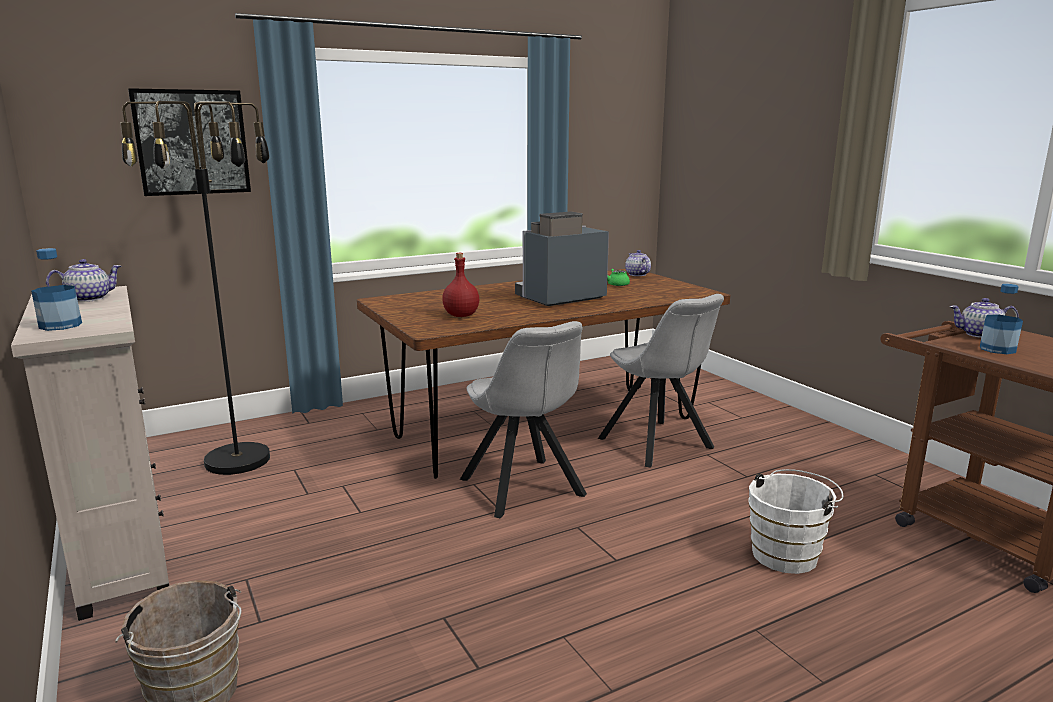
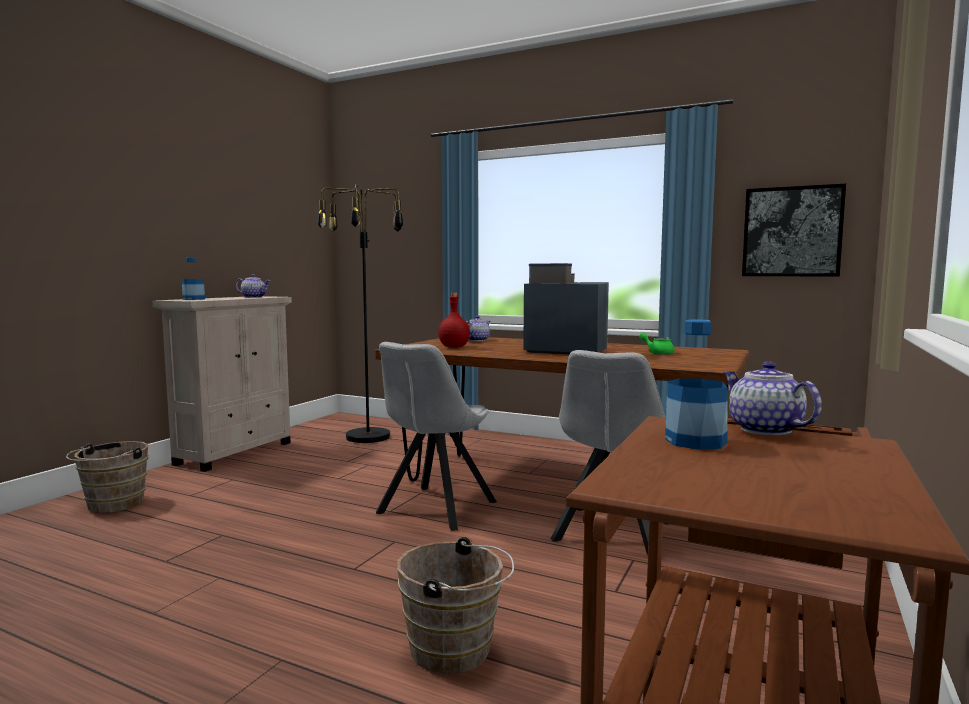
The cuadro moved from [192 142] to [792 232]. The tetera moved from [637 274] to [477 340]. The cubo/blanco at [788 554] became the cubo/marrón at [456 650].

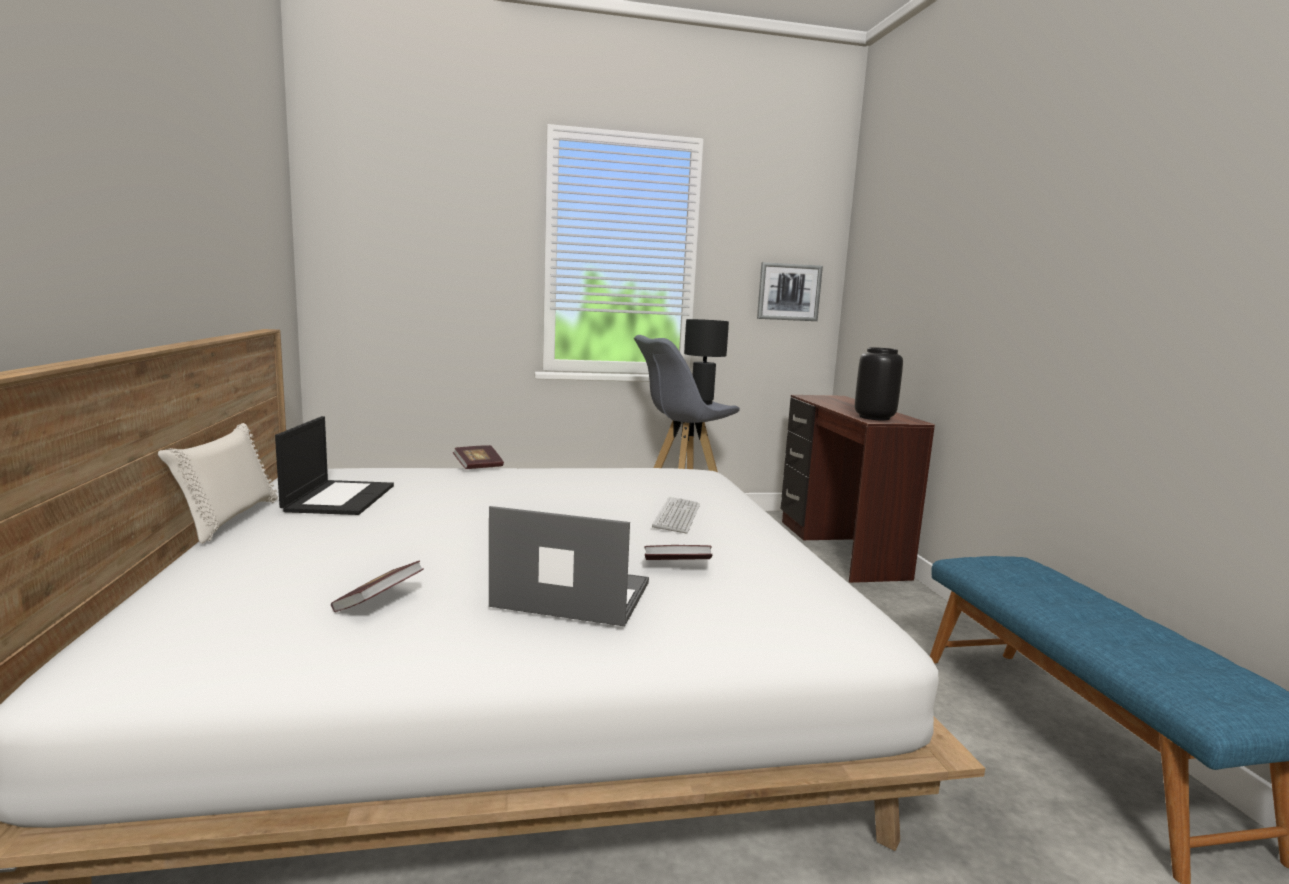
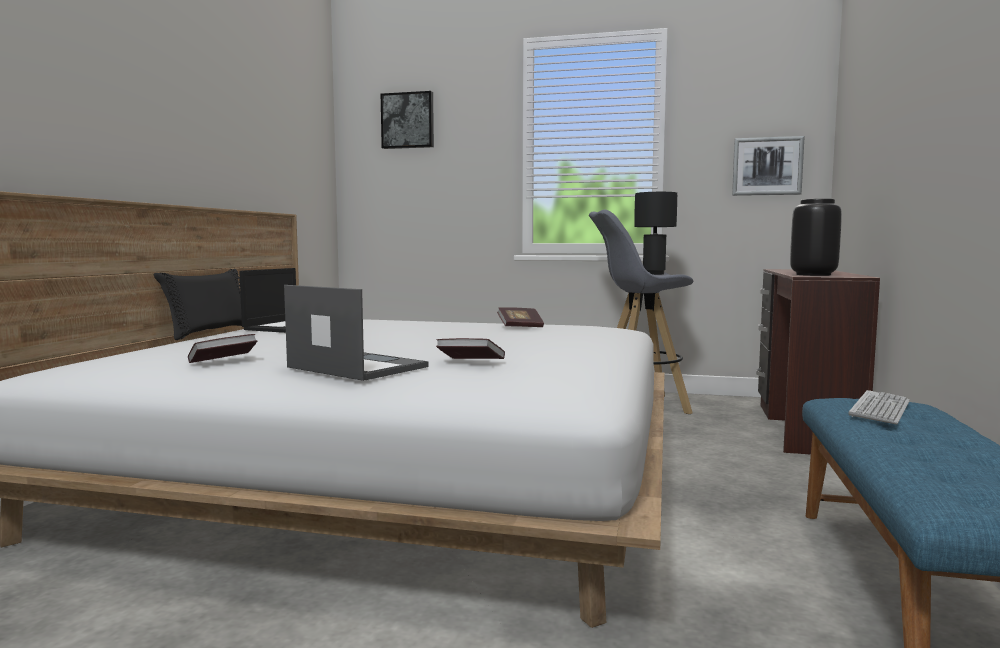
The cuadro at [408 120] appeared. The libro moved from [478 467] to [520 327]. The teclado moved from [677 516] to [880 409]. The cojín/blanco at [228 519] became the cojín/negro at [209 333].

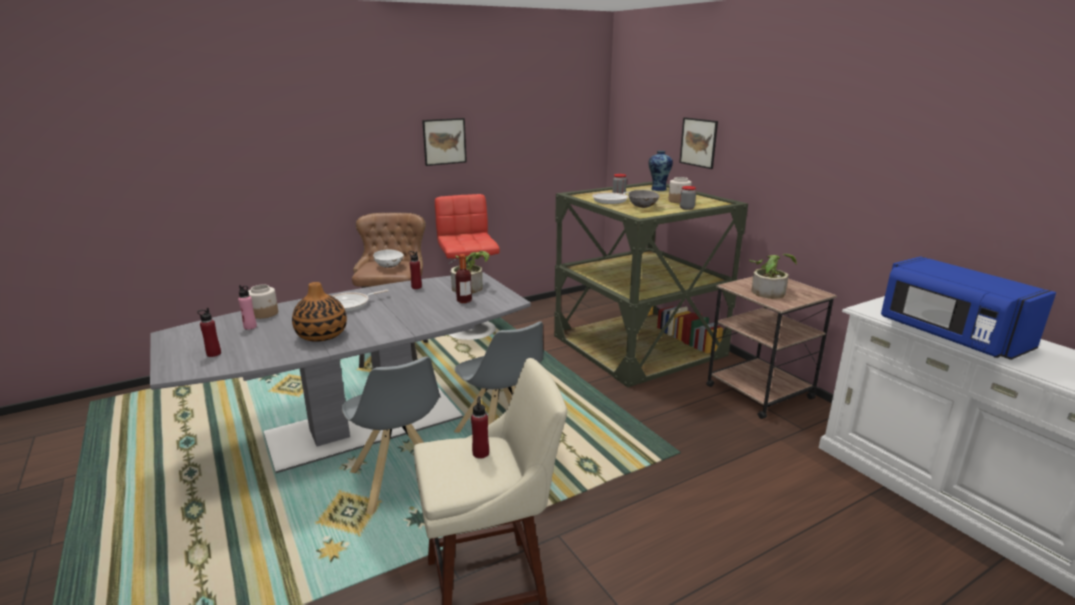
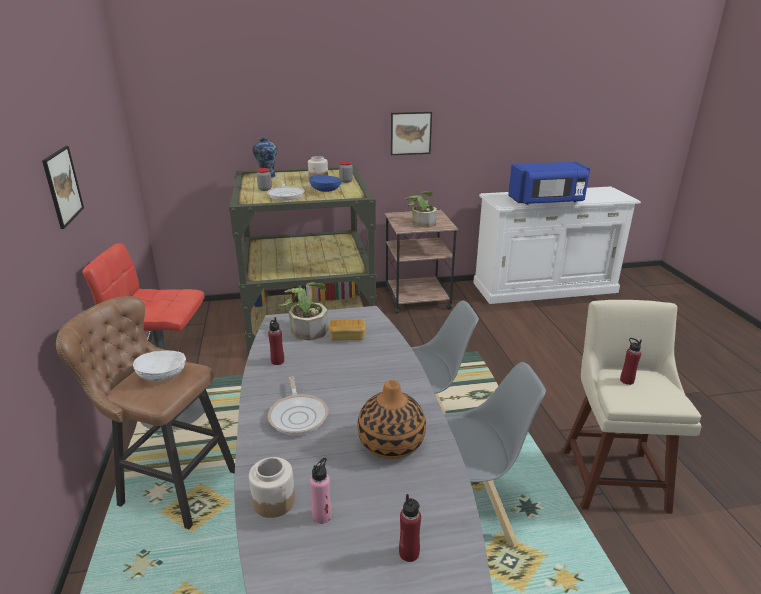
The cuadro moved from [698 142] to [411 133]. The botella at [464 301] was replaced by the pan at [347 337]. The cuenco/gris at [643 207] became the cuenco/azul at [326 191].

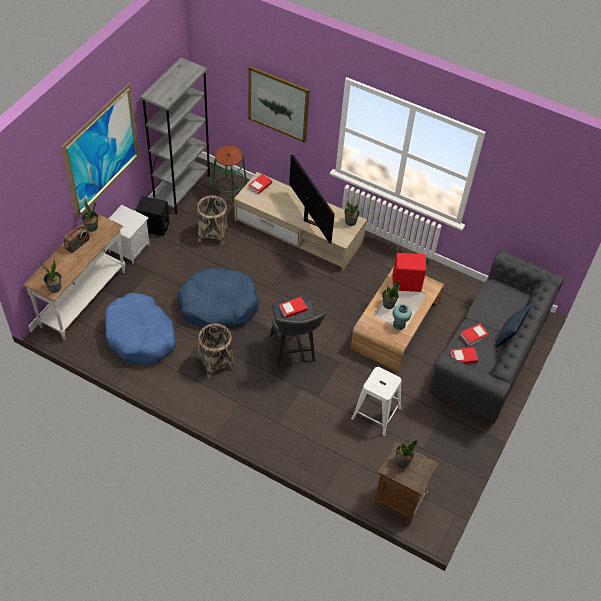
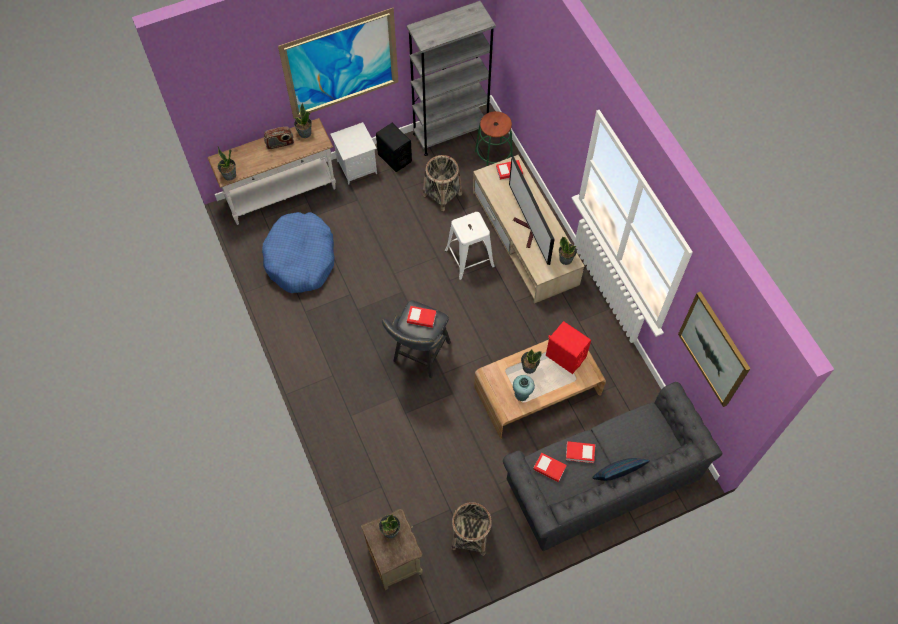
The cama para perro/azul at [218 305] disappeared. The cesta moved from [215 362] to [470 535]. The cuadro moved from [278 103] to [714 349]. The taburete/blanco moved from [376 413] to [469 258]. The televisor at [309 218] turned 150 degrees clockwise.

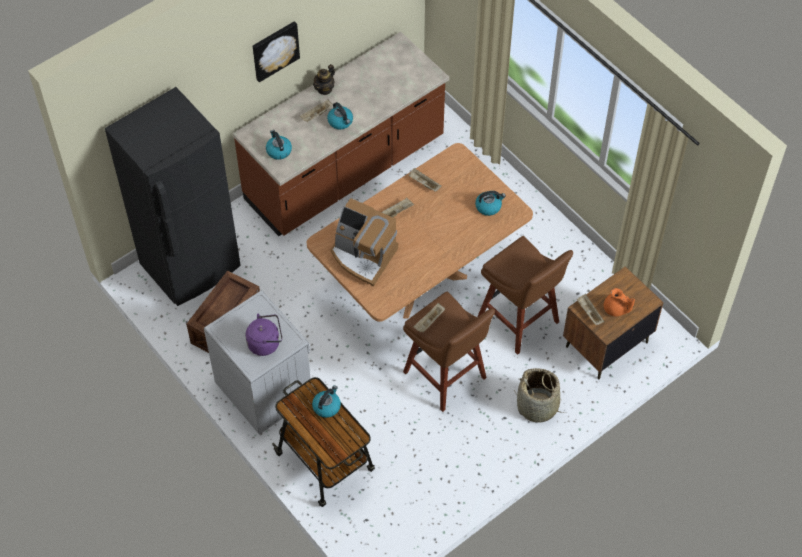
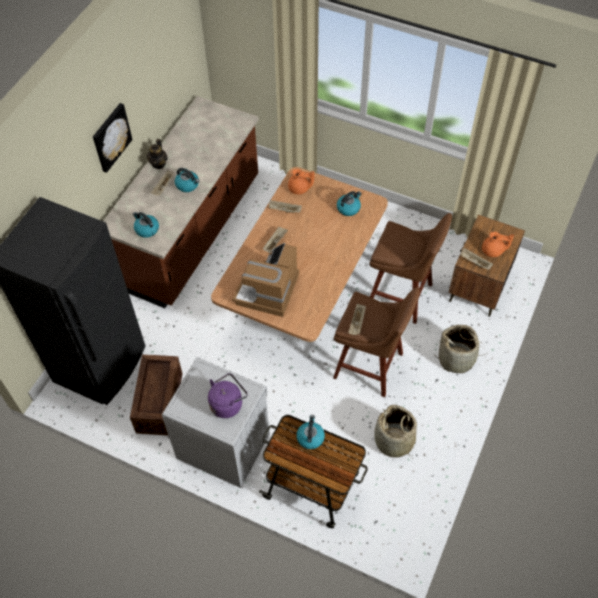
The tetera/naranja at [299 189] appeared. The cesta at [394 441] appeared. The cafetera at [363 256] turned 105 degrees clockwise.

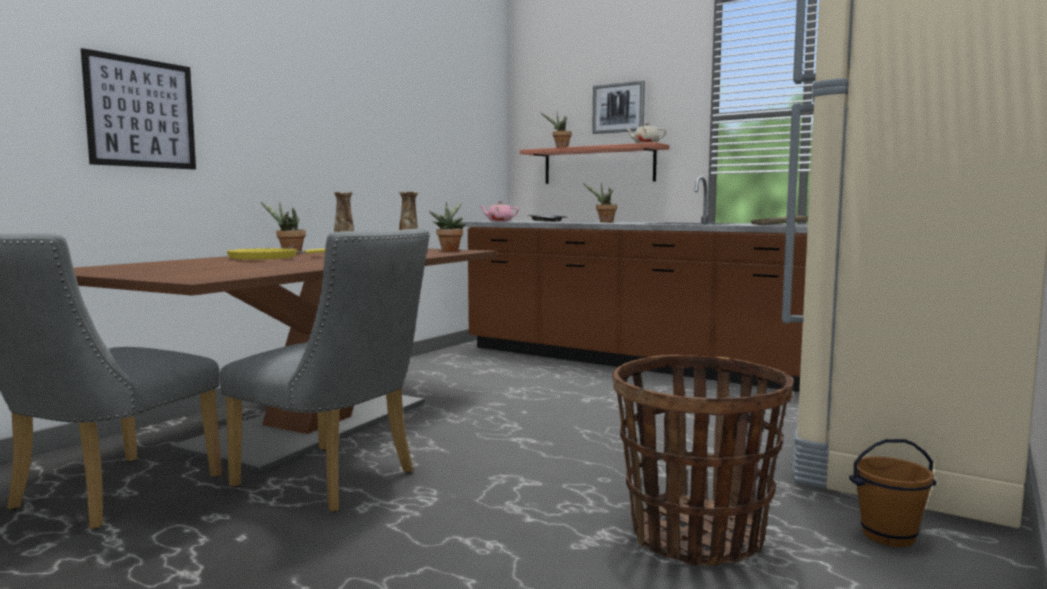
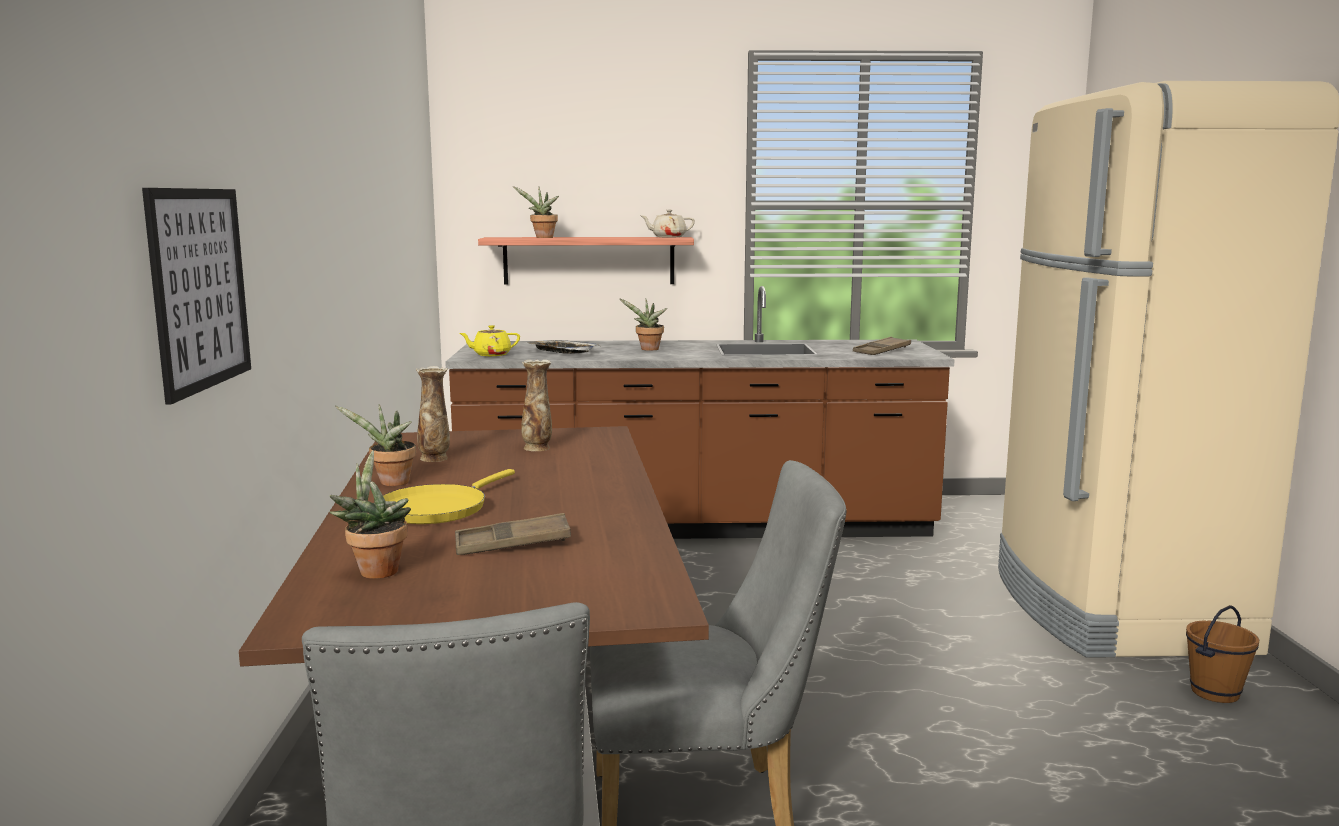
The cuadro at [618 108] disappeared. The cesta at [696 536] disappeared. The bandeja/marrón at [512 543] appeared. The planta en maceta moved from [449 250] to [376 570]. The tetera/rosa at [499 221] became the tetera/amarillo at [491 355].

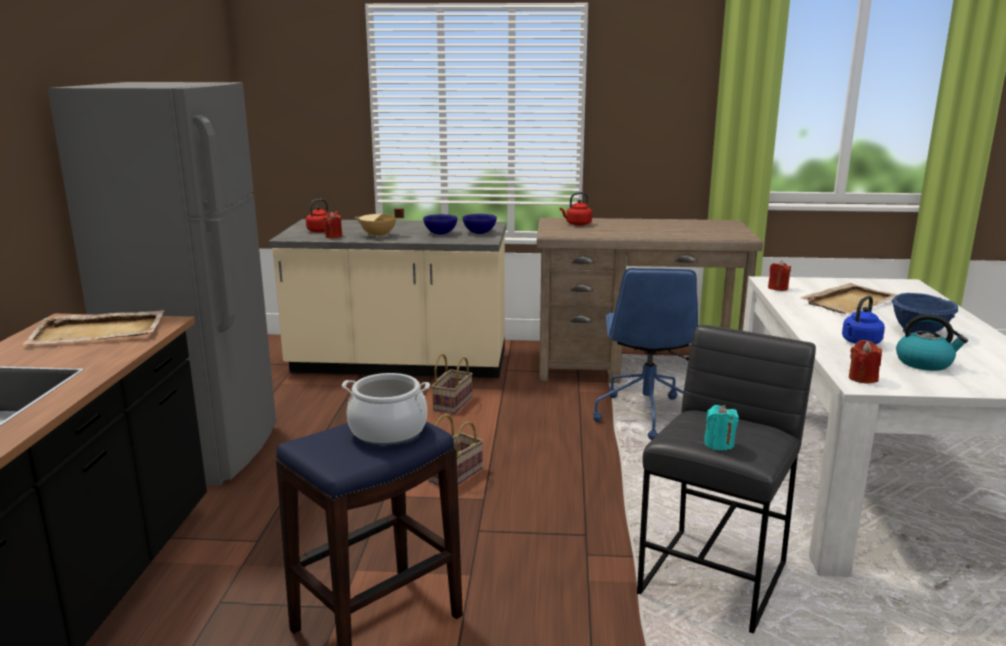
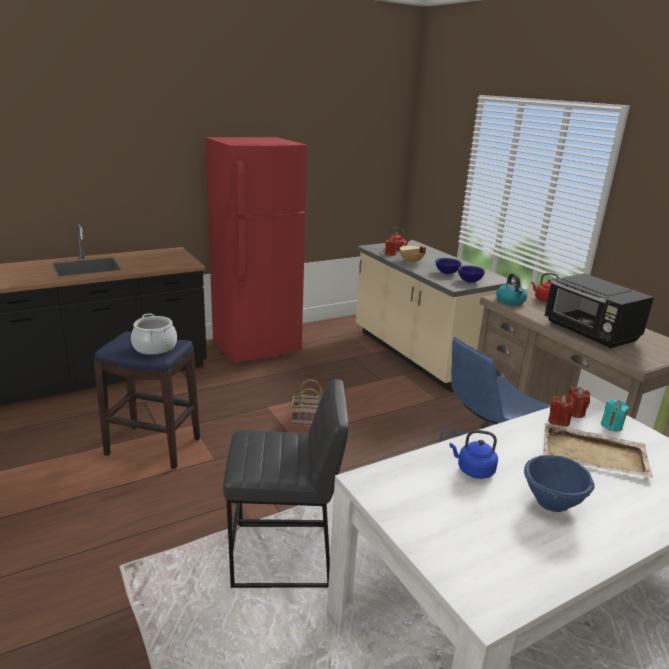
The bandeja/beis at [99 332] disappeared. The cesta at [452 403] disappeared. The microondas/negro at [590 333] appeared. The vela/turquesa moved from [719 444] to [611 426]. The vela/rojo moved from [862 378] to [558 422]. The hervidor moved from [925 363] to [510 301]. The nevera/gris at [203 452] became the nevera/rojo at [257 346].

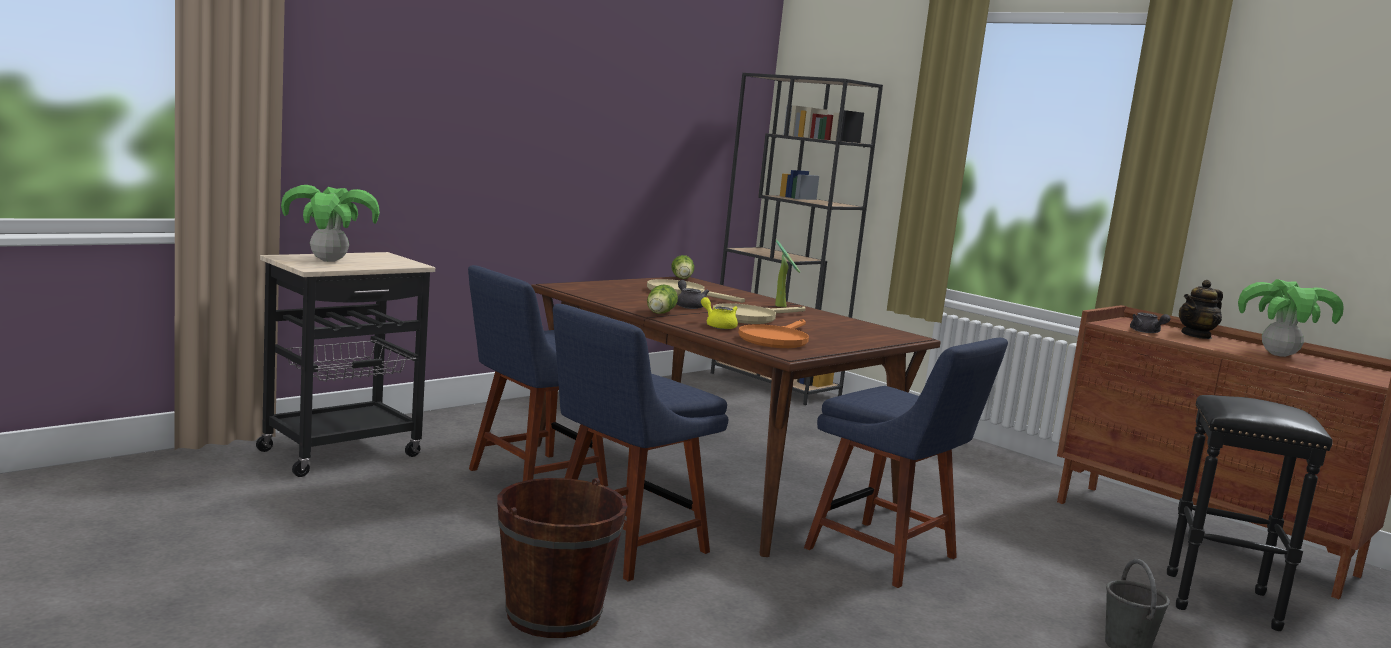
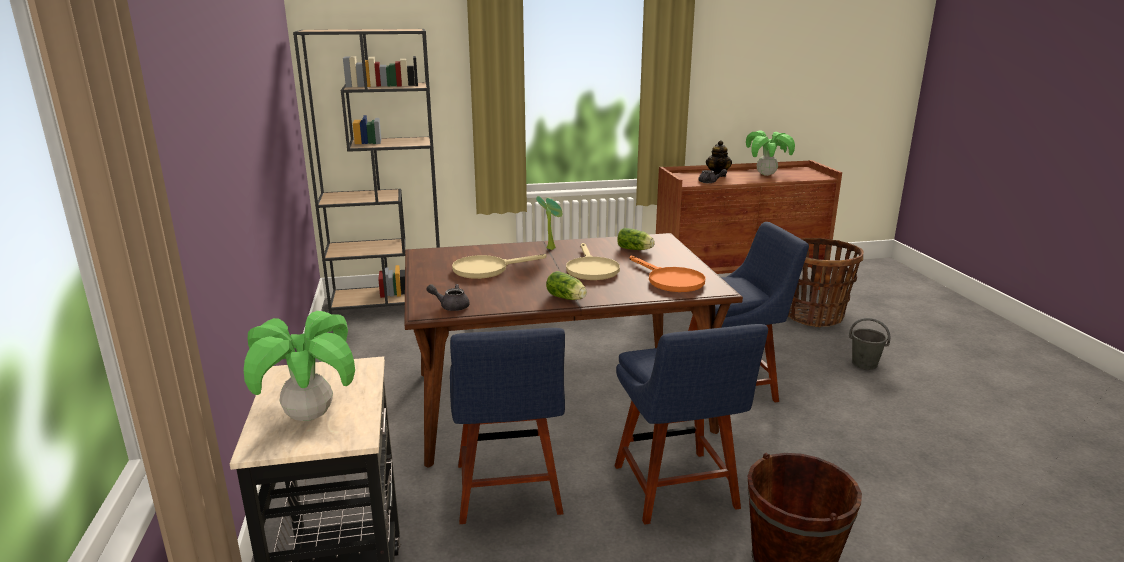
The tetera/amarillo at [718 326] disappeared. The lechuga moved from [682 279] to [635 249]. The tetera/gris moved from [688 306] to [451 306]. The taburete/negro at [1218 599] was replaced by the cesta at [814 316].

